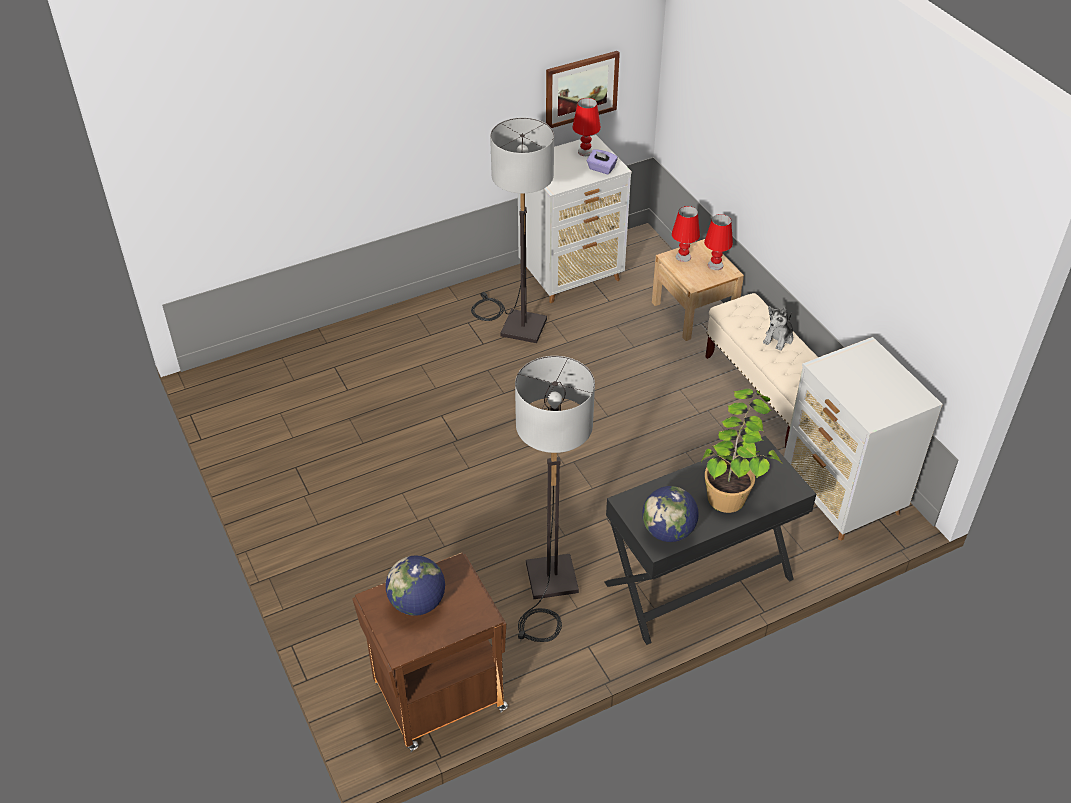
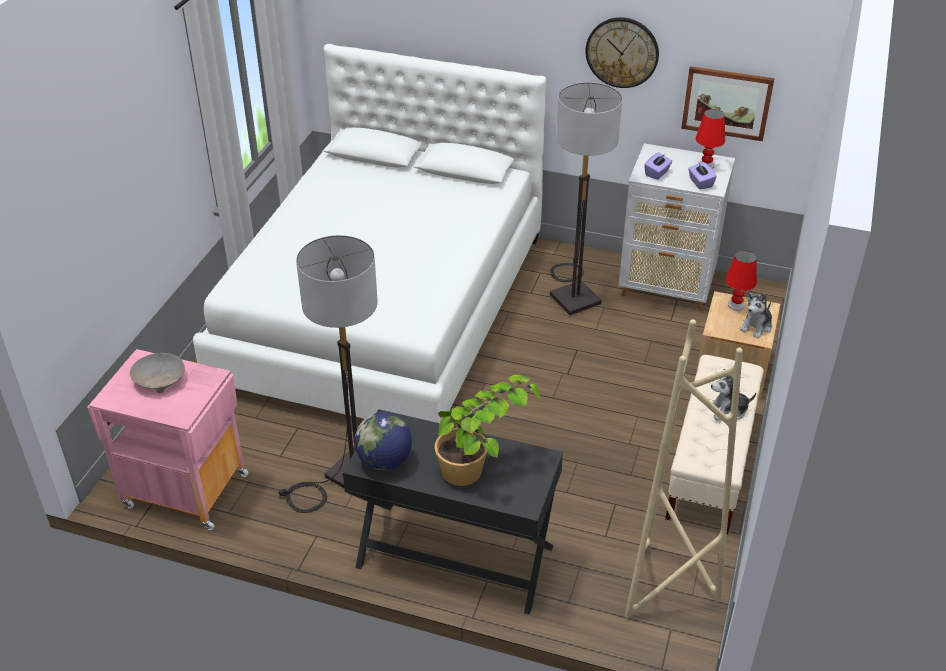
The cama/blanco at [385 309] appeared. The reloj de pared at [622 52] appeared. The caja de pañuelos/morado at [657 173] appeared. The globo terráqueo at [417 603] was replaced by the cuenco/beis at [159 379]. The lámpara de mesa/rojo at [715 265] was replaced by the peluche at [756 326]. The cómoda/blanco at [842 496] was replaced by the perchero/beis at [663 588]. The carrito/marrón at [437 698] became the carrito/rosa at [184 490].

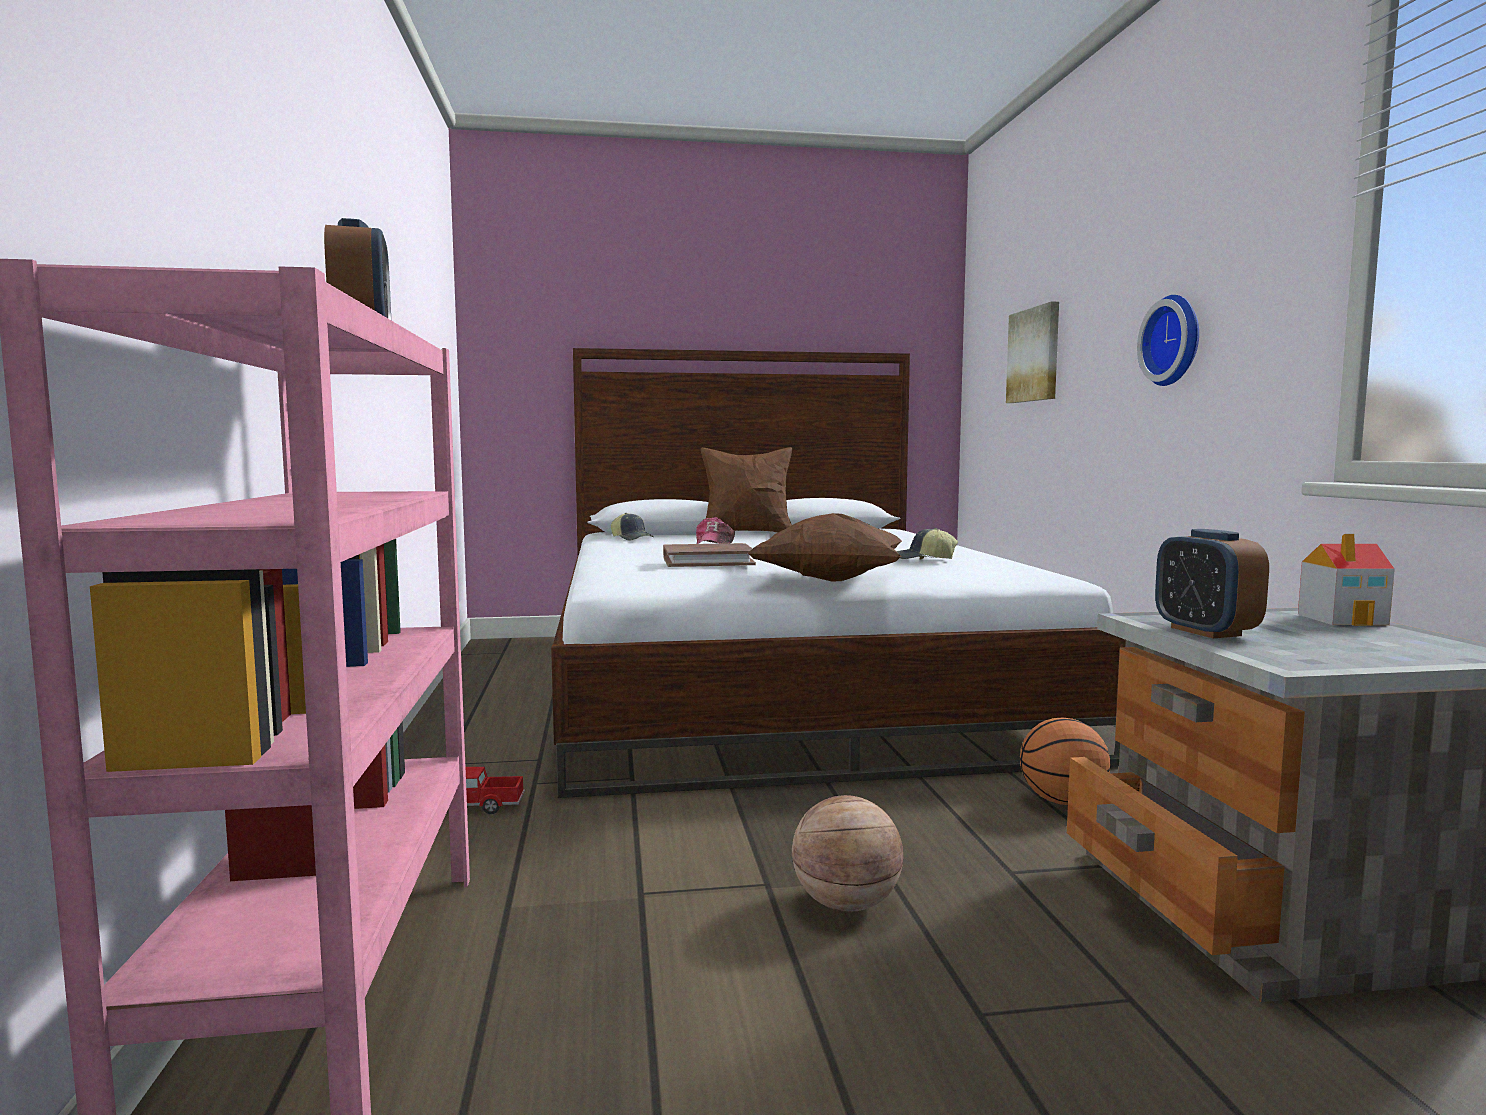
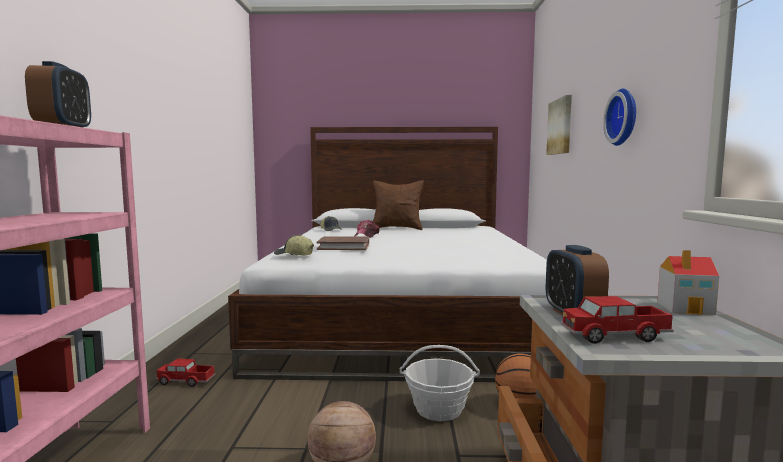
The cojín/marrón at [829 580] disappeared. The cesta at [438 409] appeared. The camión de juguete at [614 336] appeared. The gorra moved from [923 560] to [293 255].

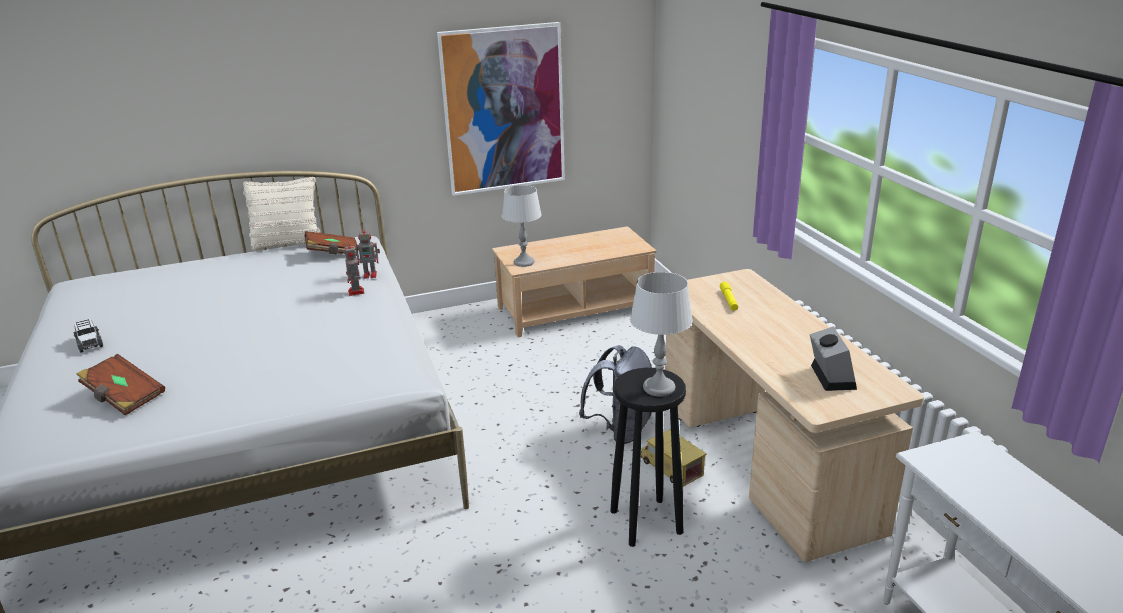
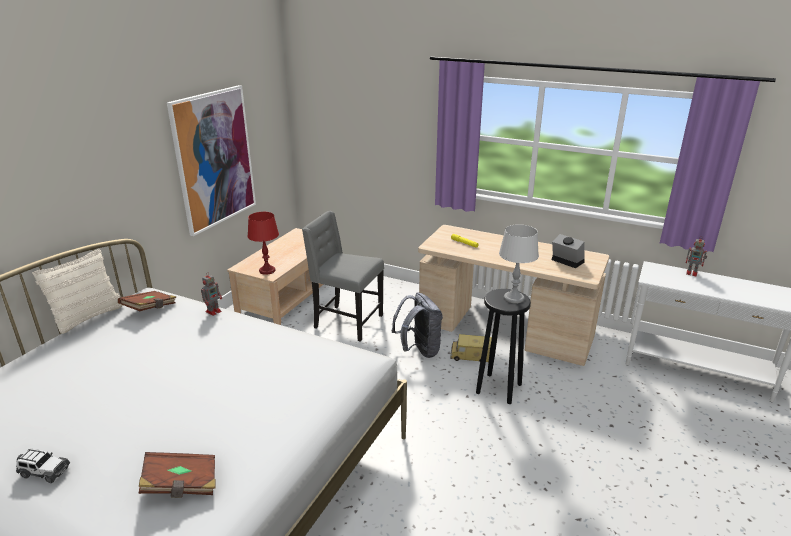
The silla/gris at [346 322] appeared. The robot de juguete moved from [356 292] to [692 273]. The lámpara de mesa/gris at [524 262] became the lámpara de mesa/rojo at [267 271].

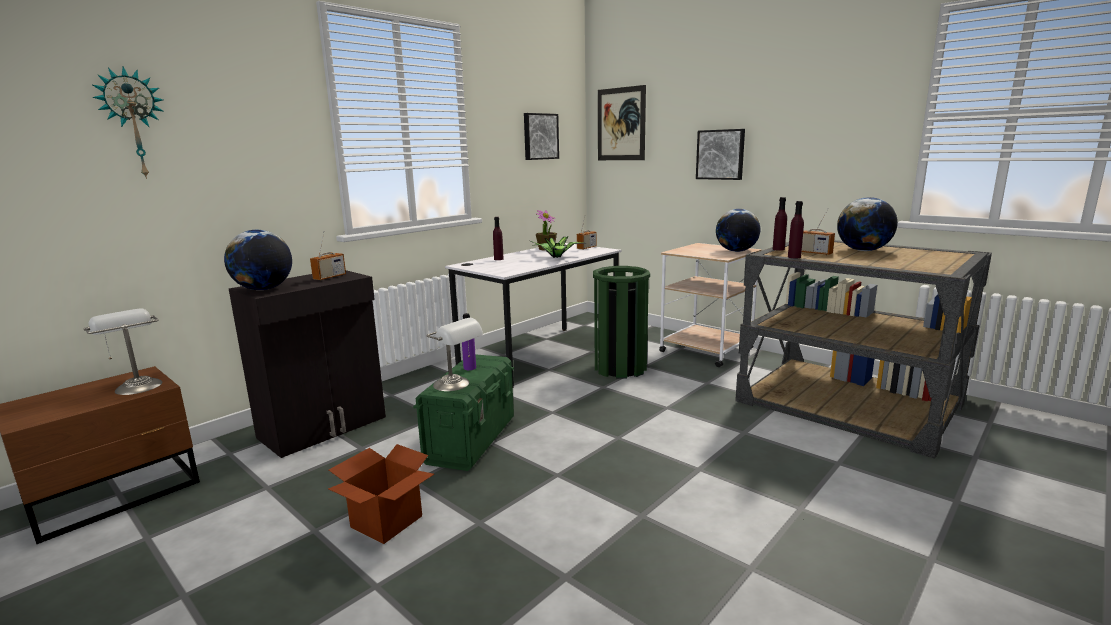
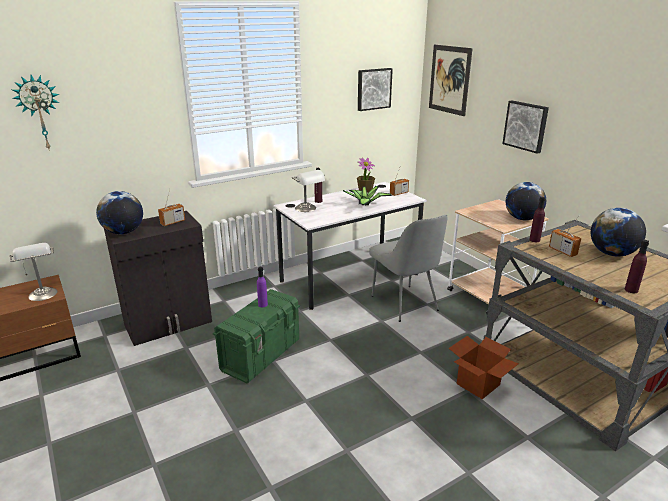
The caja de cartón moved from [386 521] to [478 384]. The lámpara de mesa/blanco moved from [457 385] to [308 209]. The botella/morado moved from [794 257] to [631 290]. The papelera/verde at [620 368] was replaced by the silla/gris at [405 303].

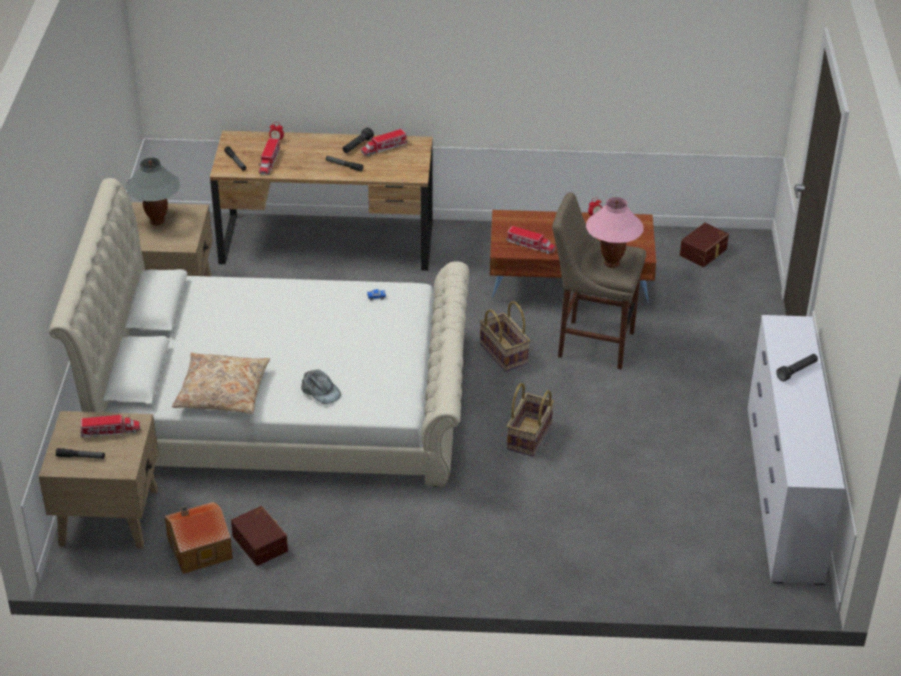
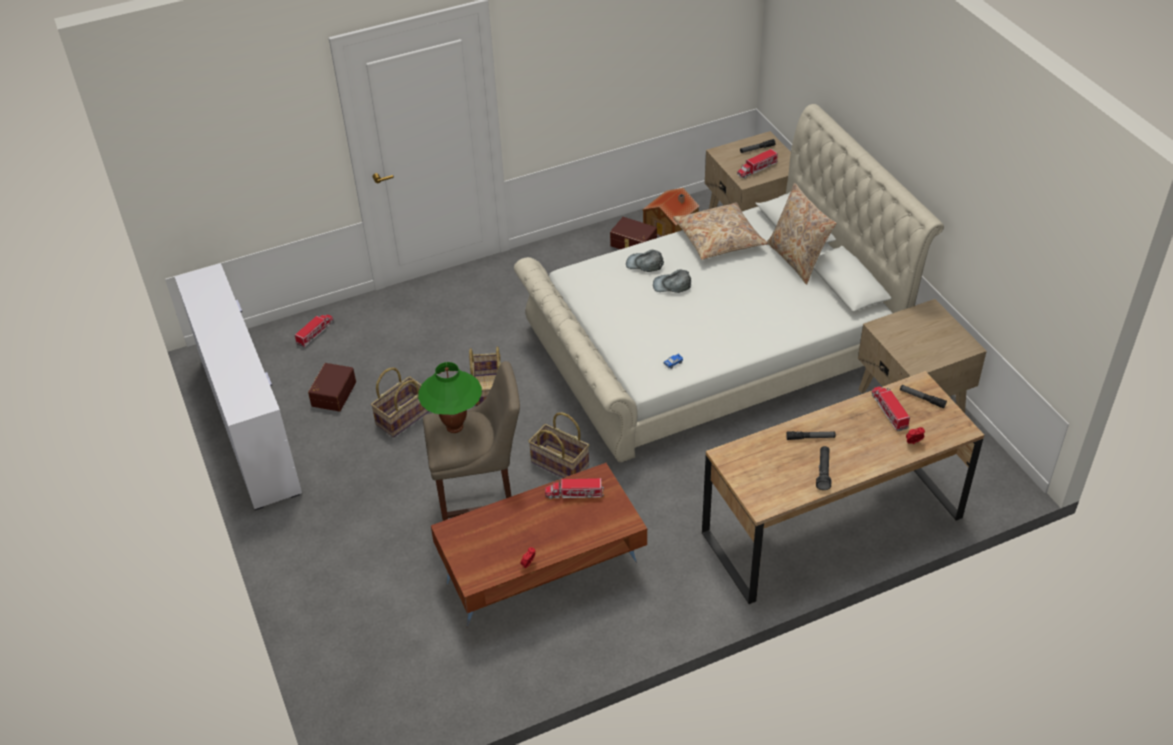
The lámpara de mesa/gris at [157 221] disappeared. The linterna/negro at [797 371] disappeared. The cesta at [402 417] appeared. The gorra/gris at [672 285] appeared. The cojín/beis at [797 259] appeared. The camión de juguete moved from [384 148] to [315 333]. The caja de almacenaje/marrón moved from [704 252] to [332 393]. The lámpara de mesa/rosa at [612 263] became the lámpara de mesa/verde at [454 427].

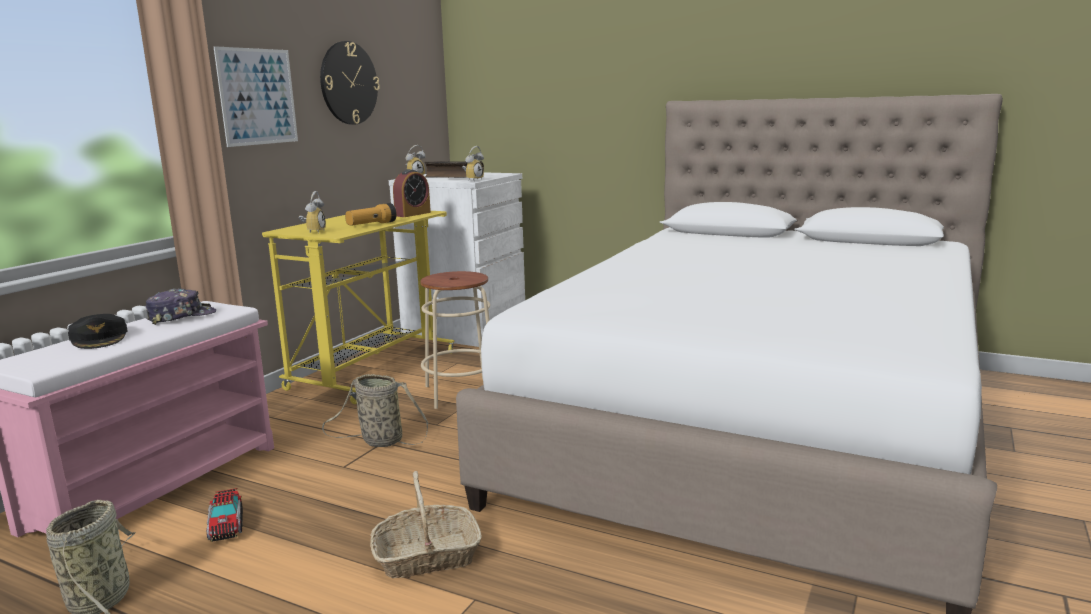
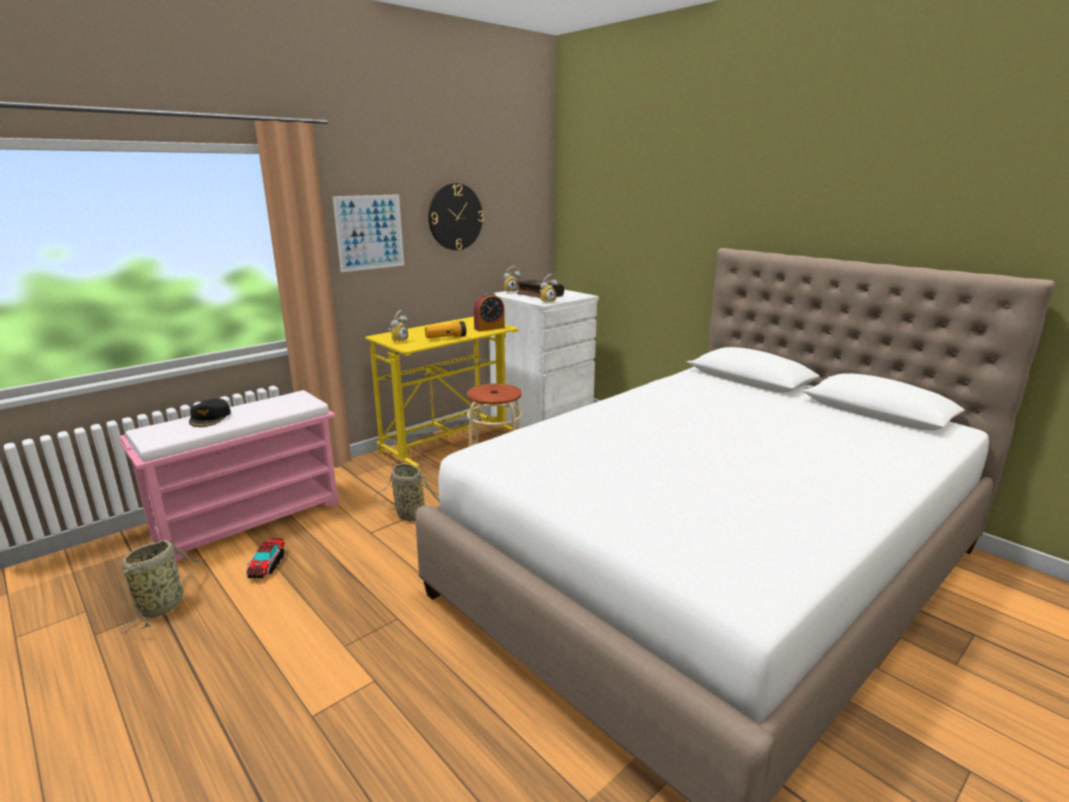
The gorra at [181 316] disappeared. The cesta at [426 556] disappeared.

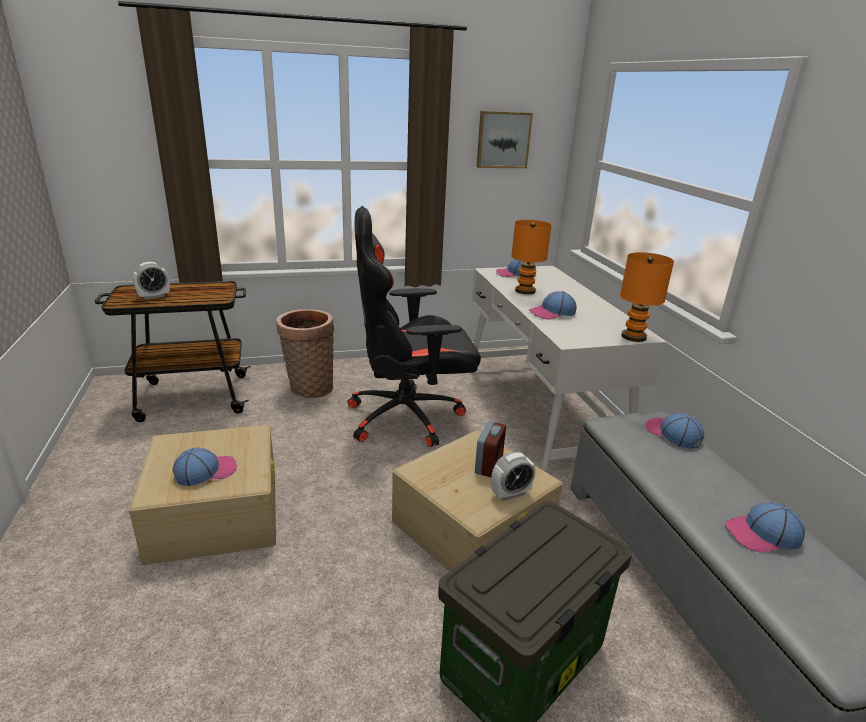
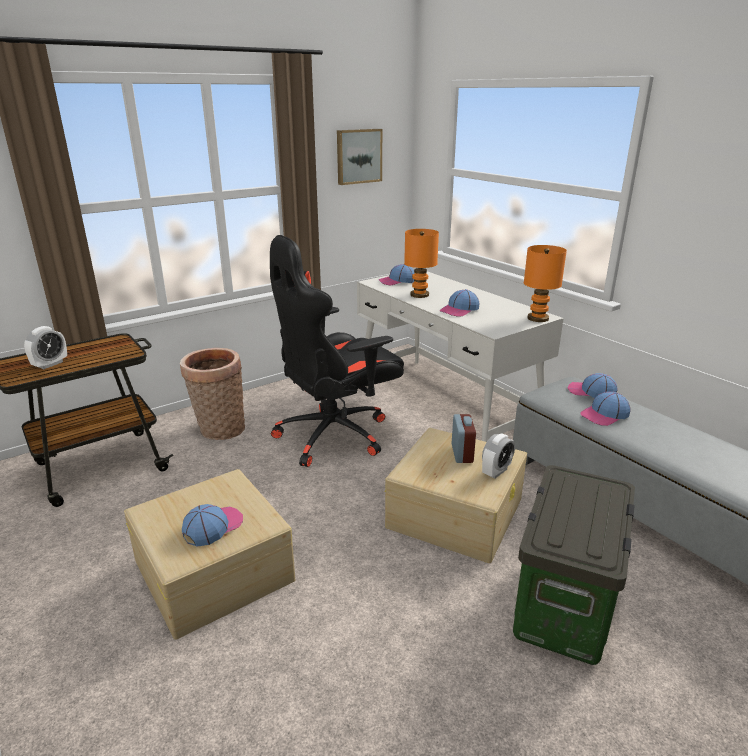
The gorra moved from [763 534] to [604 415].

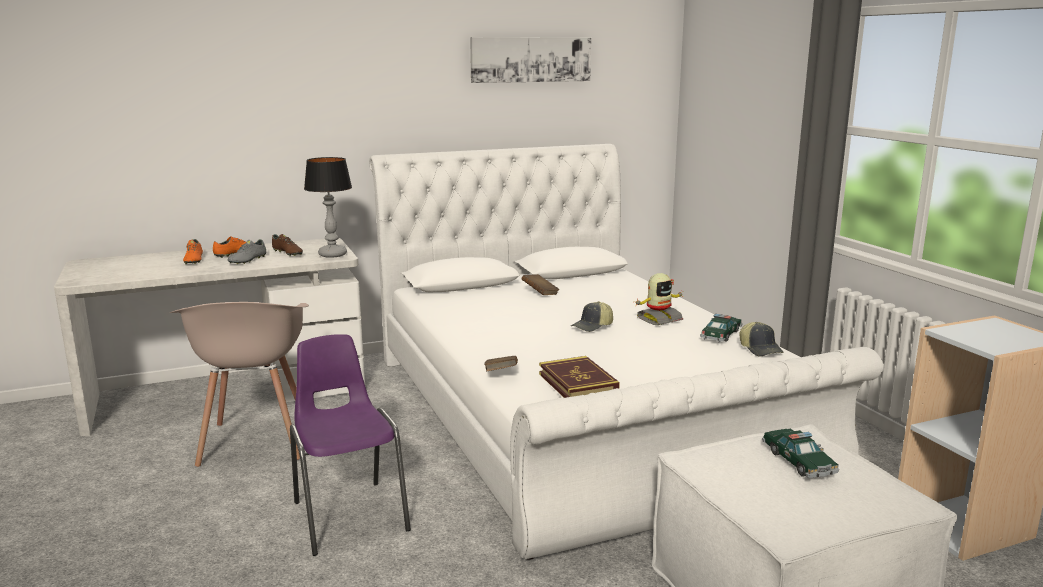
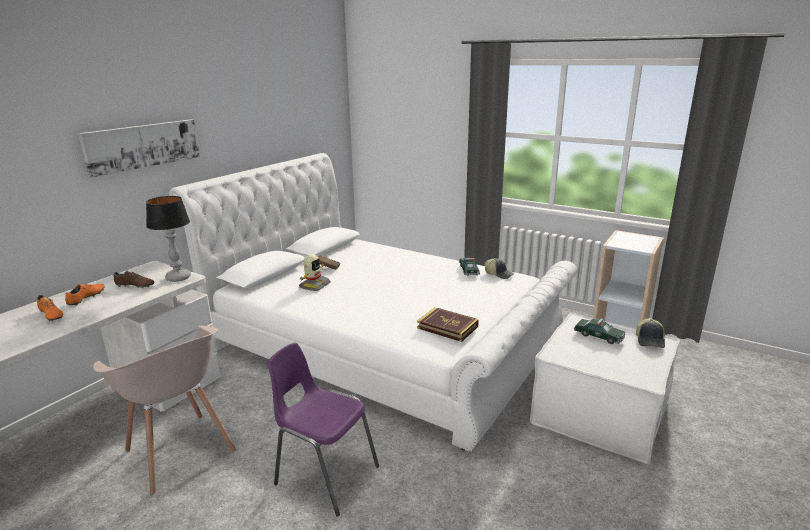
The zapato/gris at [247 260] disappeared. The libro/marrón at [501 374] disappeared. The cuadro moved from [531 59] to [143 146]. The gorra moved from [593 326] to [650 340]. The robot de juguete moved from [658 319] to [314 285].

